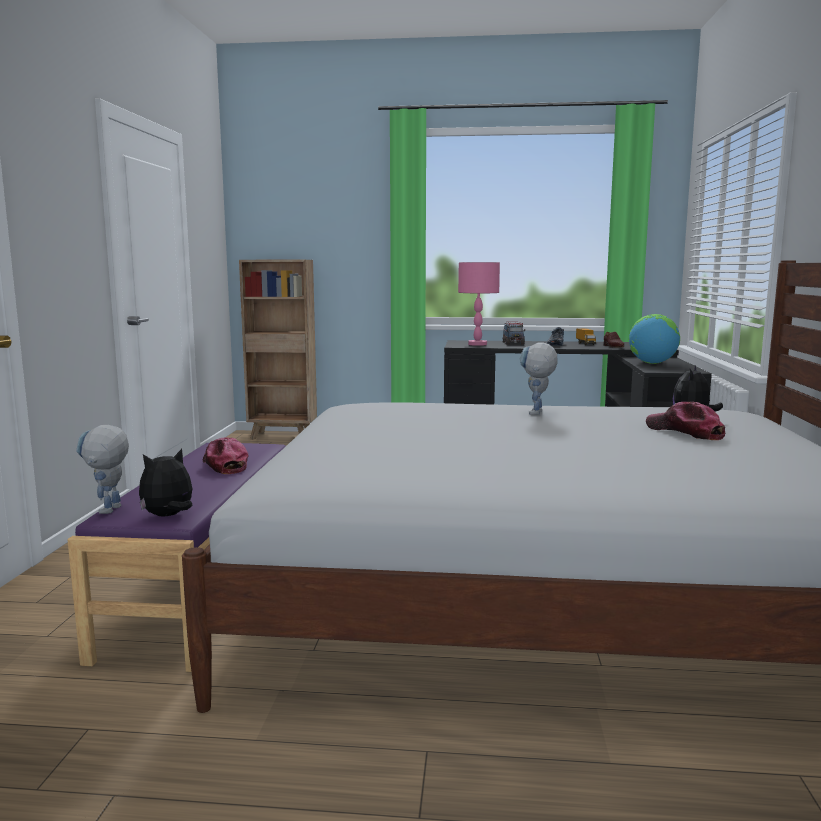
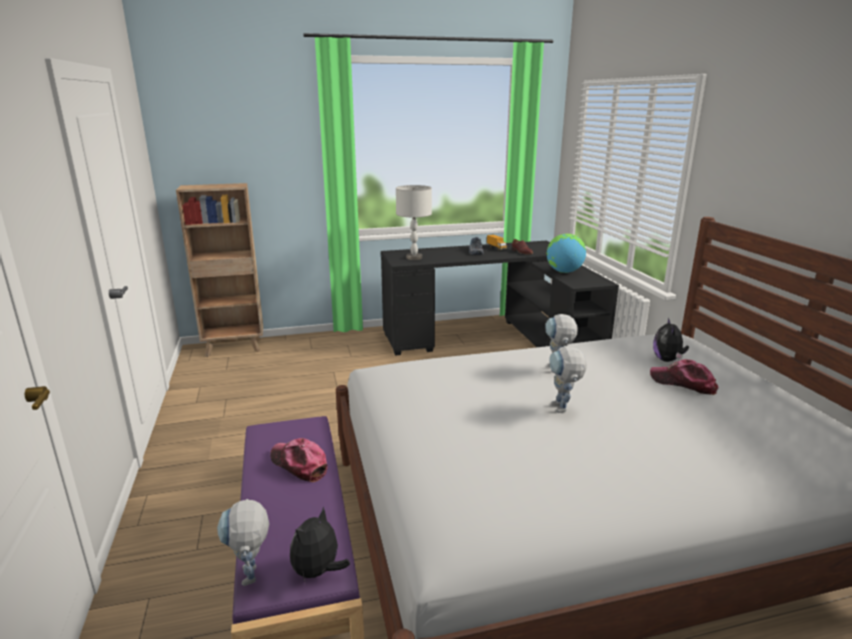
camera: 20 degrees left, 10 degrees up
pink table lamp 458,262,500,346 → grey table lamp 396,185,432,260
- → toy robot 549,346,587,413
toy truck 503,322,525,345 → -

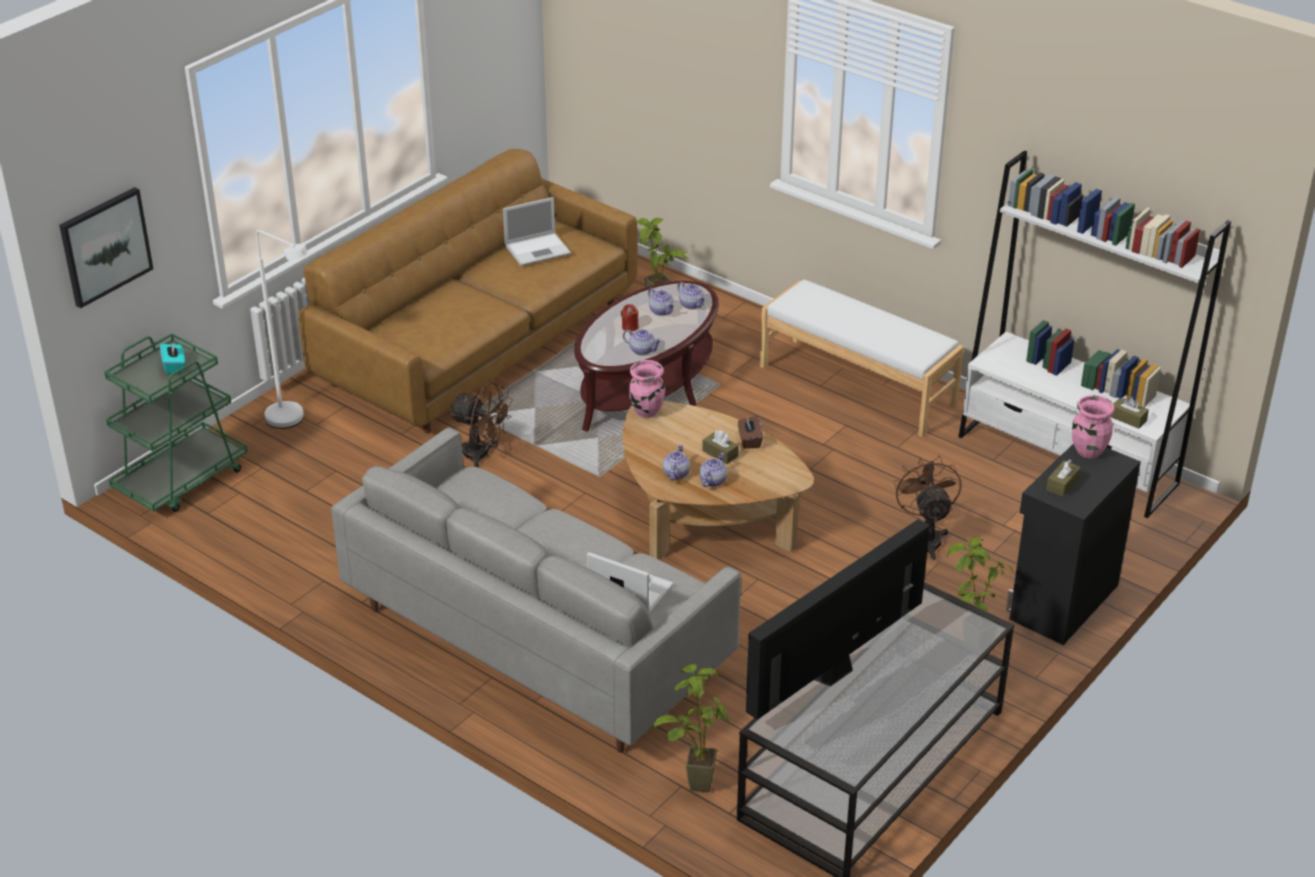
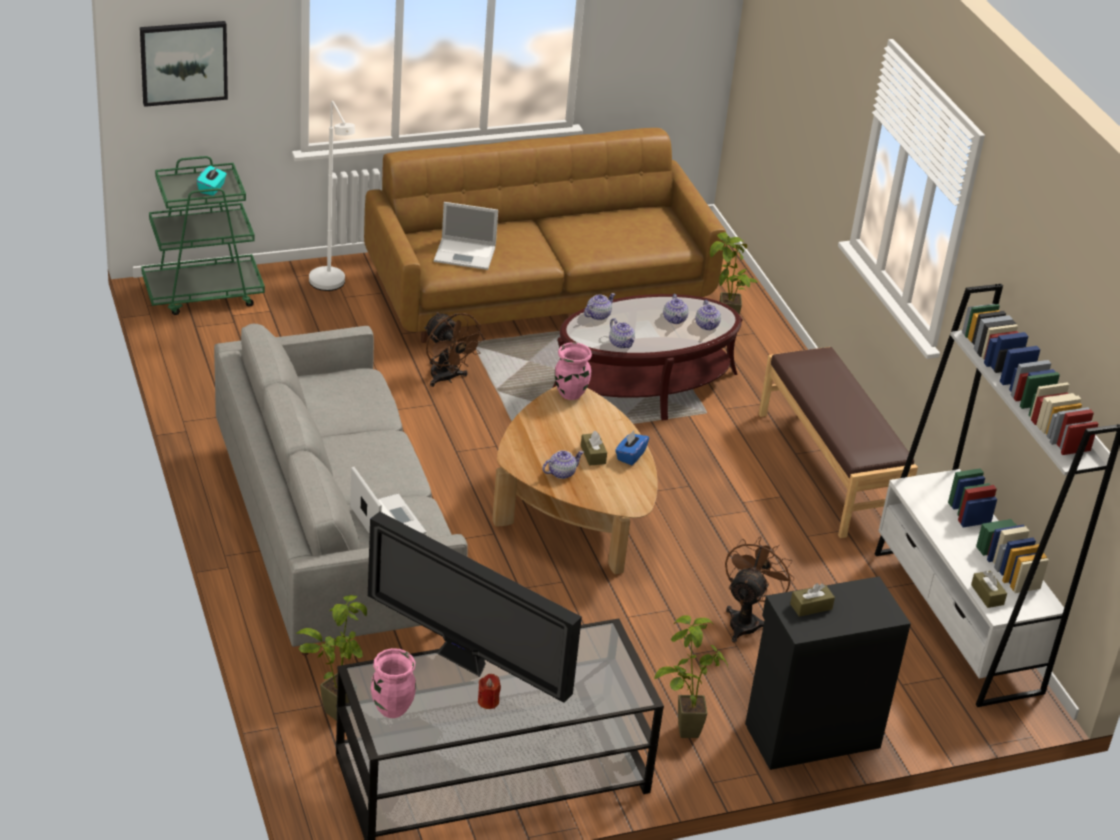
camera: 30 degrees right, 0 degrees up
television 746,519,930,720 → television 368,511,582,703, 135 degrees counterclockwise
pink vase 1072,395,1115,458 → pink vase 371,648,416,718, shifted
laptop 503,197,571,266 → laptop 434,202,498,270, shifted
red candle 621,304,639,332 → red candle 478,674,501,709, shifted
teapot 663,445,690,481 → teapot 584,293,615,320, shifted
brown tissue box 738,416,763,449 → blue tissue box 615,431,649,465
white bench 760,279,964,437 → brown bench 759,347,918,538

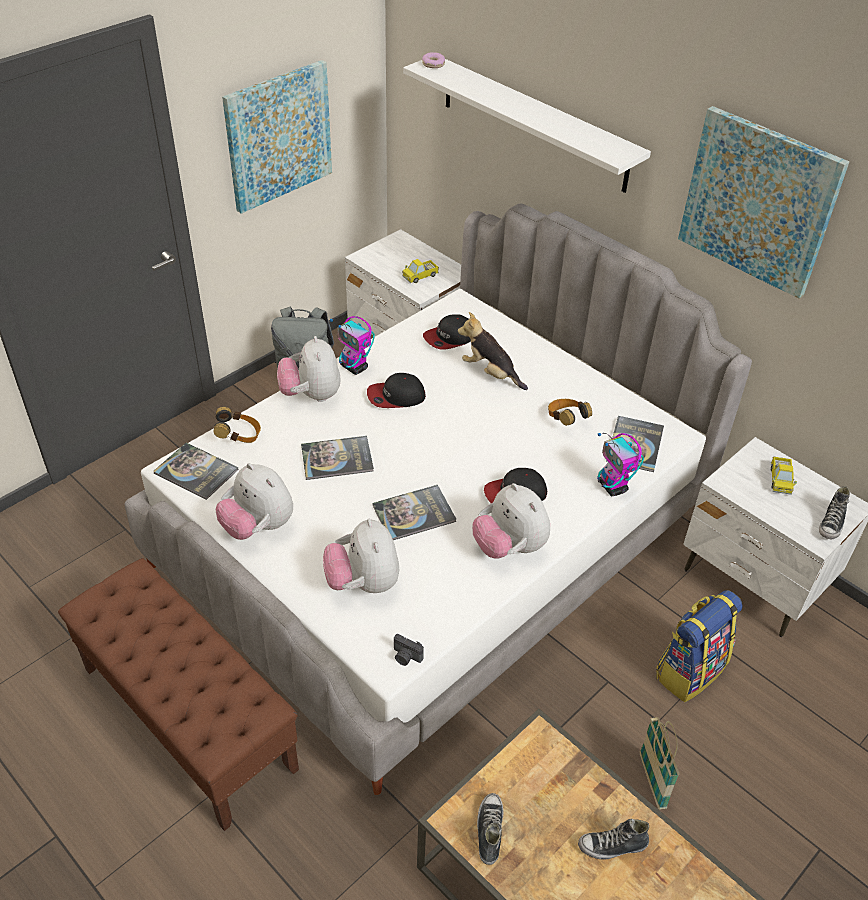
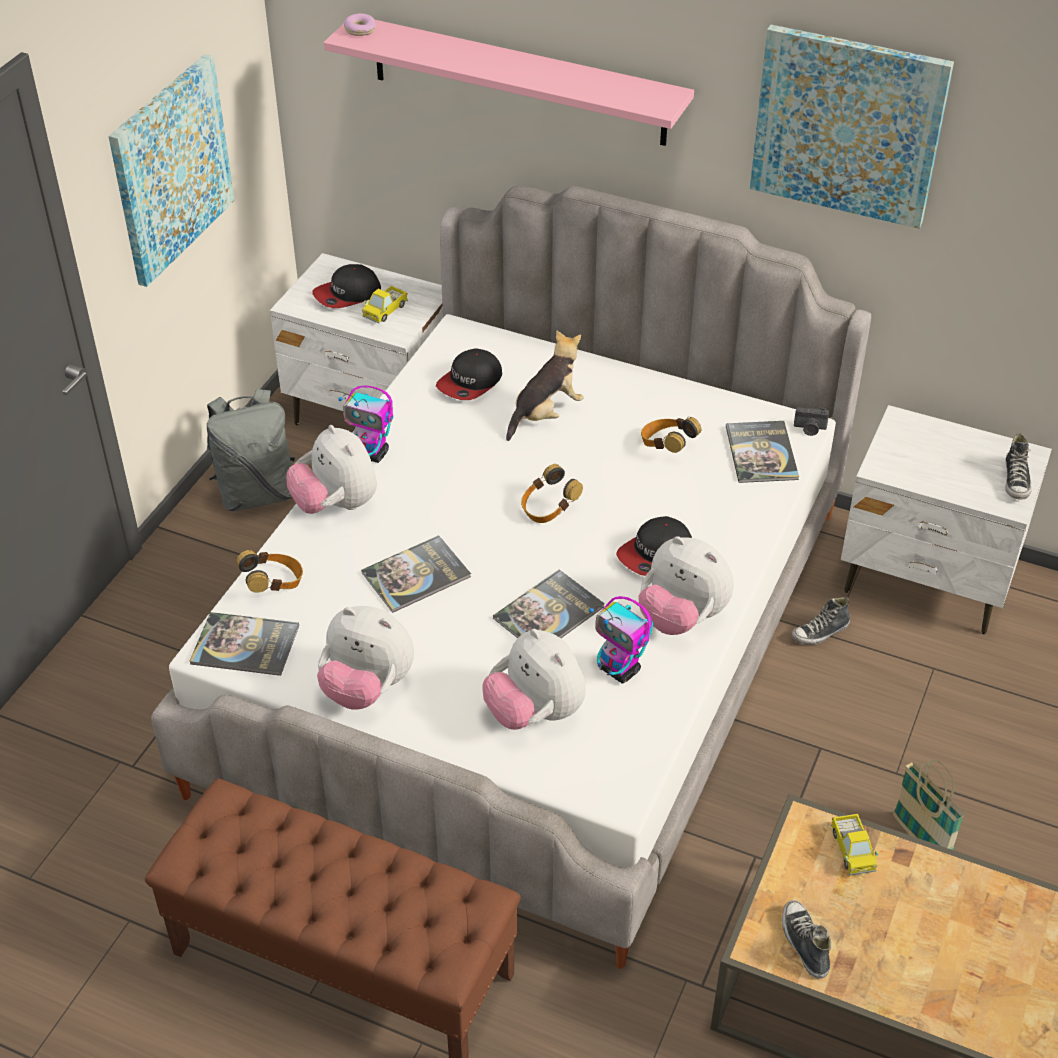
camera: 20 degrees left, 0 degrees up
cap 367,373,426,408 → cap 312,264,381,308, shifted
white shelf 403,59,651,193 → pink shelf 323,20,694,146
plush toy 458,312,528,390 → plush toy 506,330,584,441, 120 degrees clockwise
- → headphones 521,464,583,523
toy robot 597,433,644,496 → toy robot 589,596,653,684, shifted
shoe 578,819,649,859 → shoe 792,597,850,645, shifted
photo camera 394,634,424,666 → photo camera 794,407,829,436, shifted
toy truck 771,457,797,495 → toy truck 831,814,879,876, shifted
backpack 656,590,743,702 → -

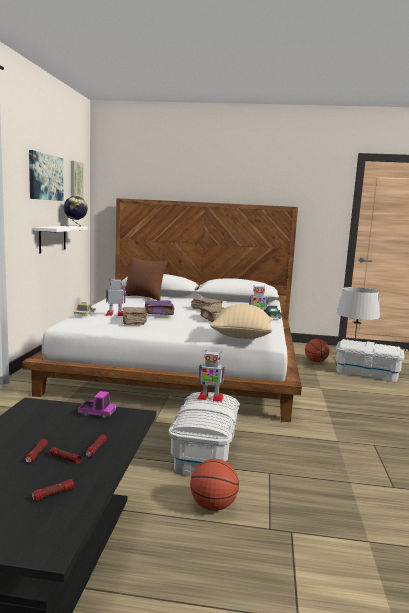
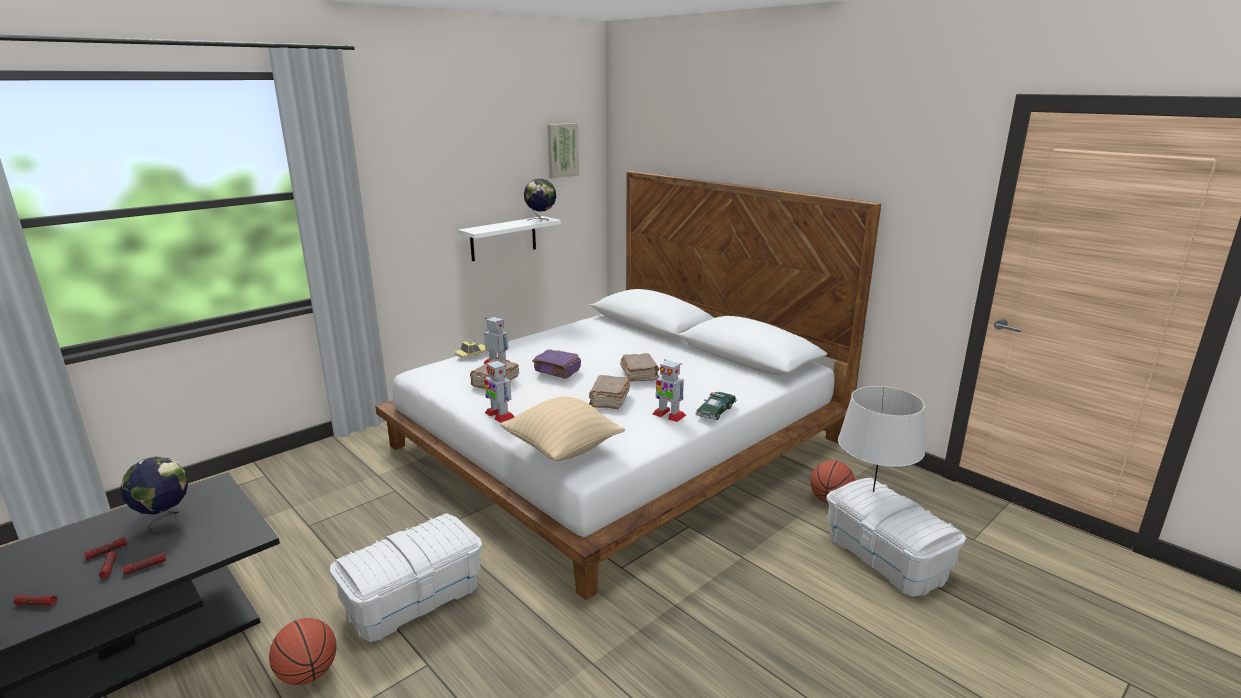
camera: 40 degrees right, 10 degrees up
- → globe 120,457,188,535
toy robot 197,350,225,402 → toy robot 484,359,515,423, shifted
picture 29,150,64,201 → -
toy truck 78,391,116,419 → -
brown pillow 123,257,167,301 → -

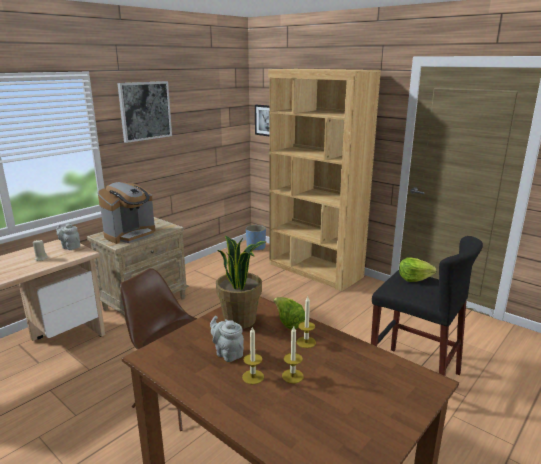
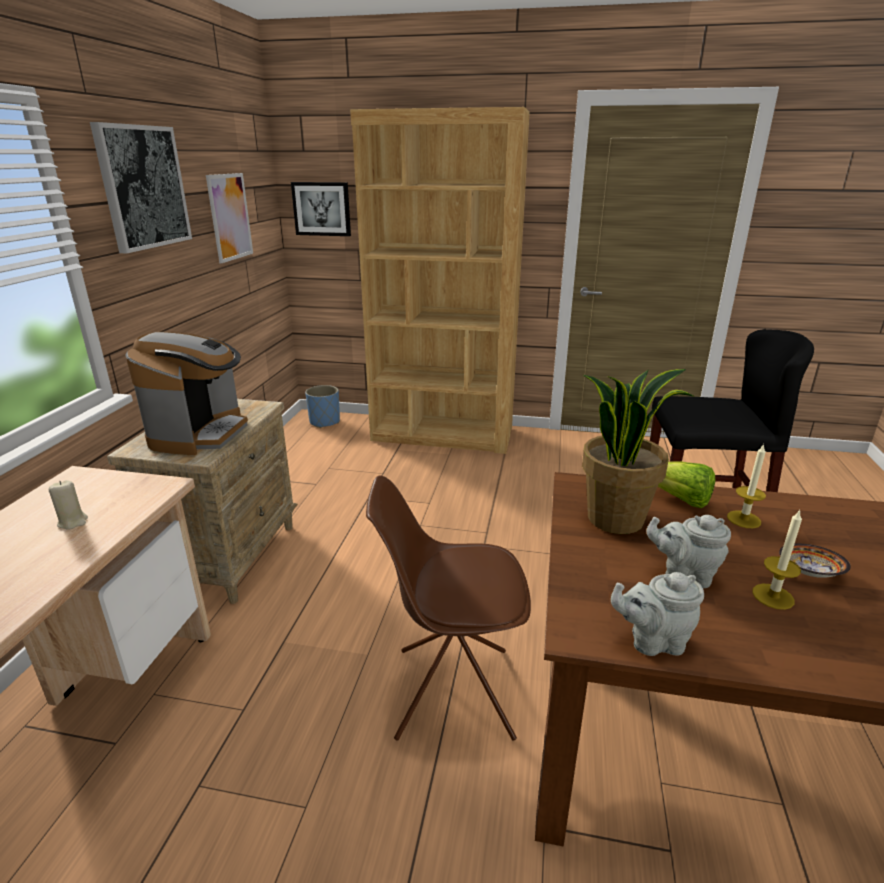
camera: 30 degrees left, 5 degrees up
- → picture 206,173,253,263
grey teapot 56,223,80,250 → grey teapot 611,572,704,656, shifted
candle 282,326,304,384 → bowl 779,544,851,578
lettuce 399,258,437,282 → -

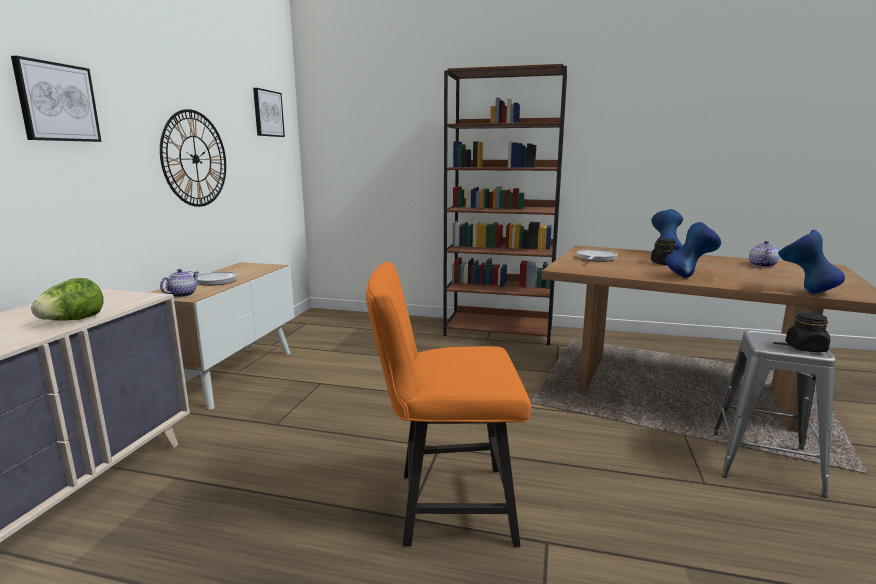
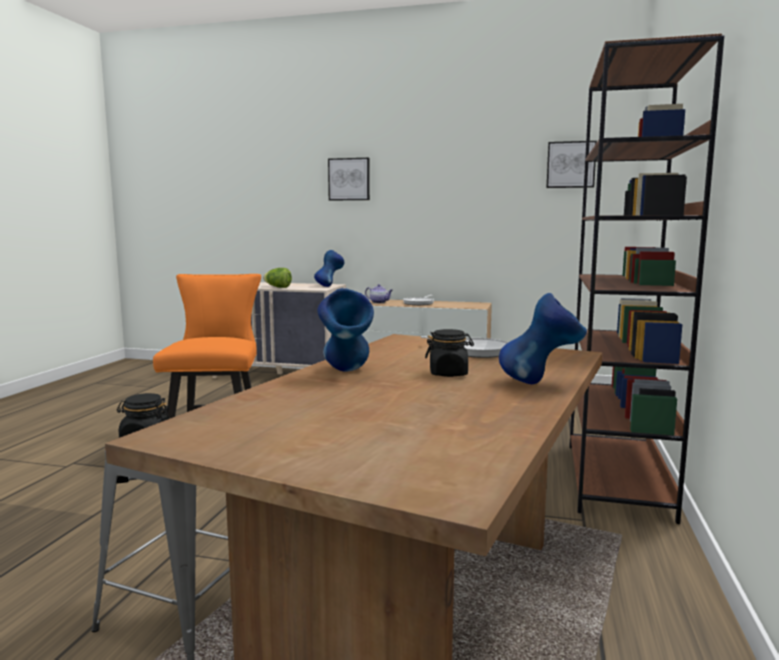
camera: 90 degrees right, 5 degrees down
blue vase 778,230,845,294 → blue vase 314,250,344,287, shifted
wall clock 160,109,226,207 → -
teapot 749,241,779,267 → -

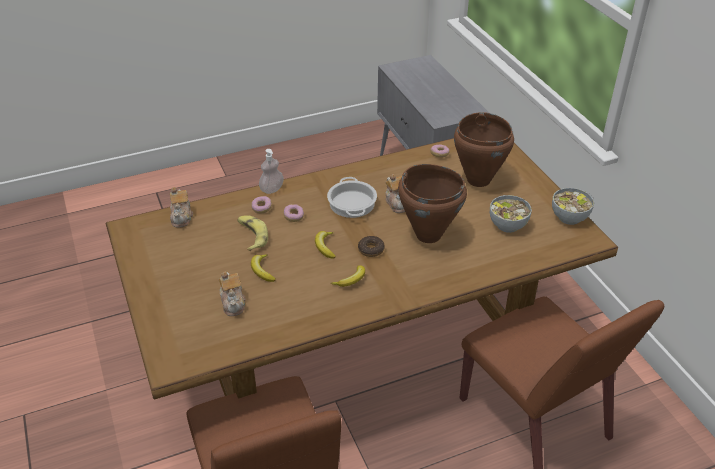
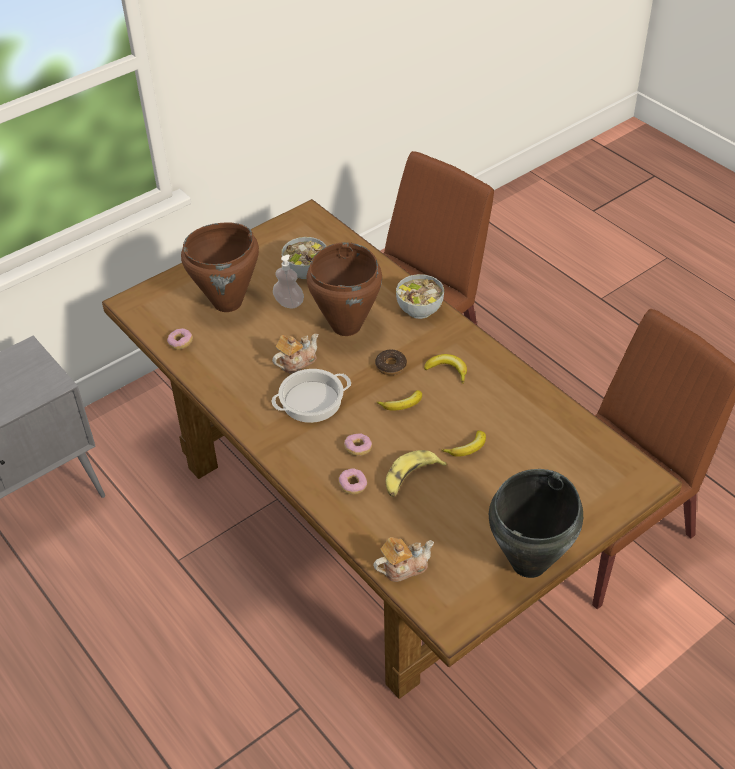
camera: 105 degrees left, 5 degrees up
soap dispenser 259,149,284,194 → soap dispenser 273,255,304,308, shifted
bowl 552,188,594,225 → bowl 396,274,444,319, shifted
- → black cooking pot 489,469,583,578
teapot 219,272,246,316 → -

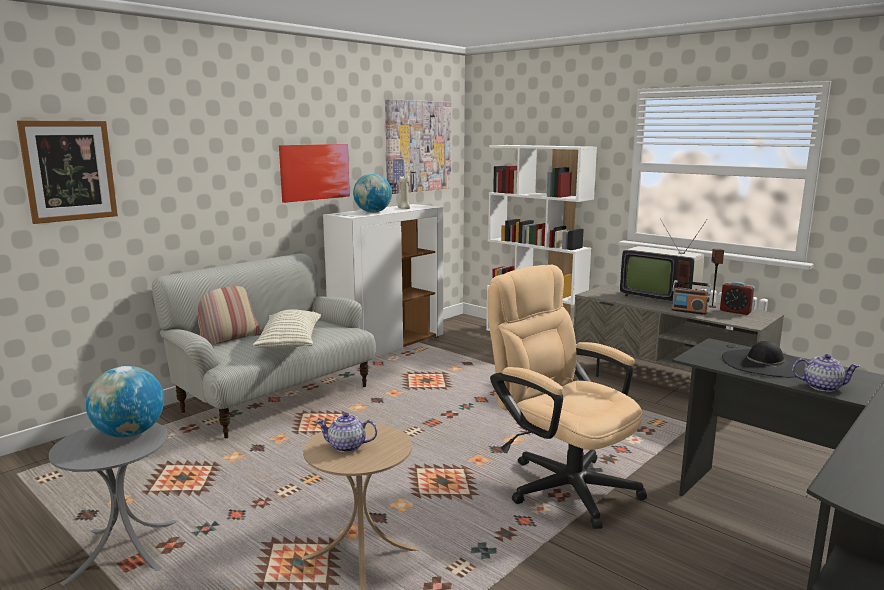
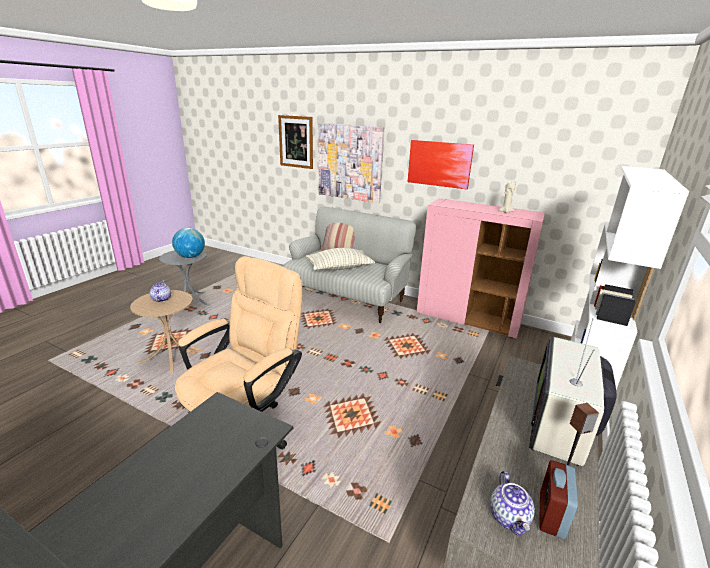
camera: 75 degrees right, 10 degrees up
picture 385,99,451,194 → picture 318,123,384,203, shifted
white cabinet 323,204,443,358 → pink cabinet 416,198,545,339
teapot 792,354,860,392 → teapot 490,471,535,536, shifted
globe 353,174,392,213 → -
radio 671,280,711,315 → -
black hat 722,341,805,377 → -

